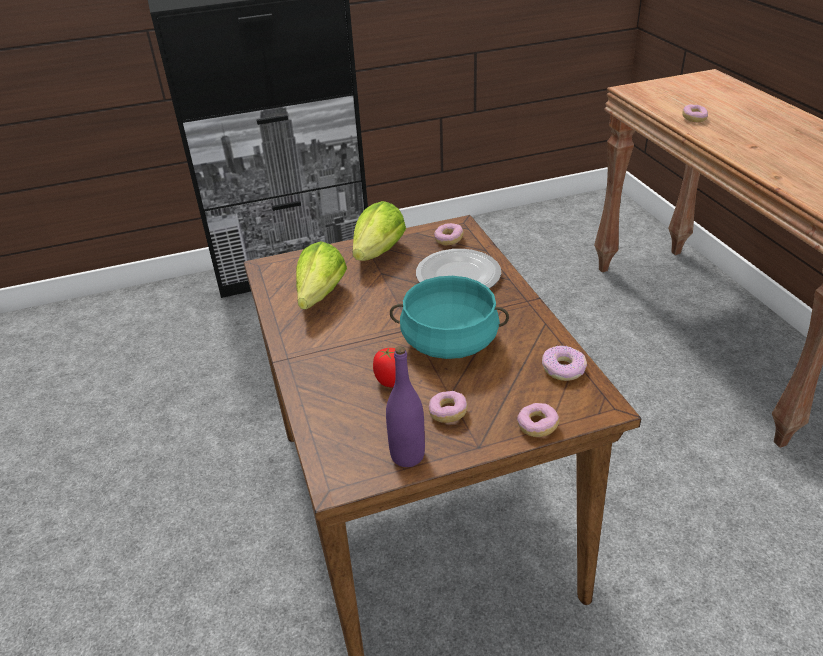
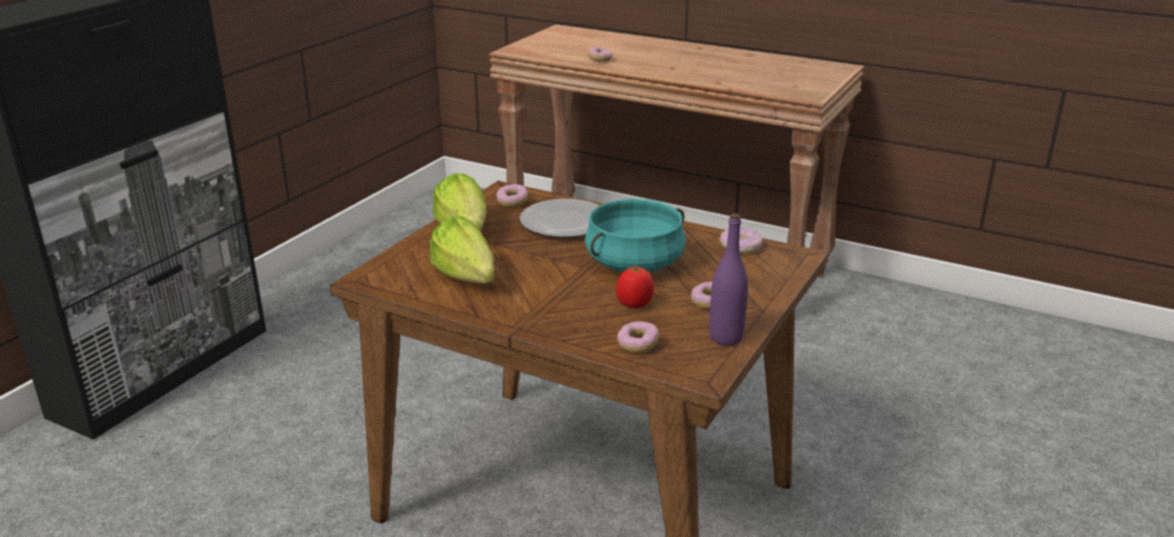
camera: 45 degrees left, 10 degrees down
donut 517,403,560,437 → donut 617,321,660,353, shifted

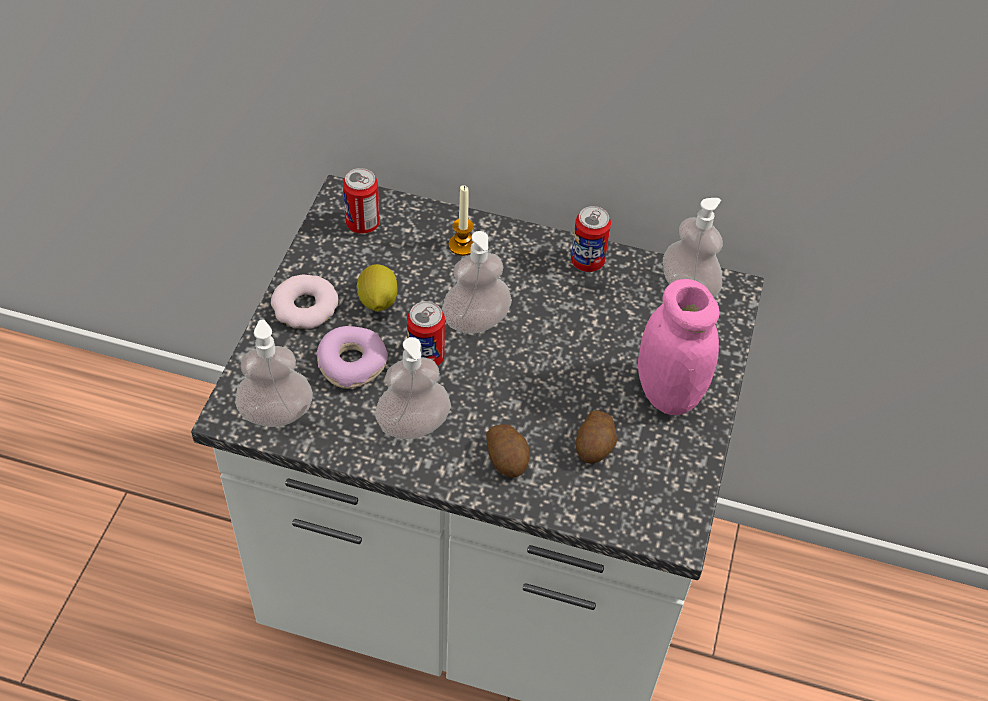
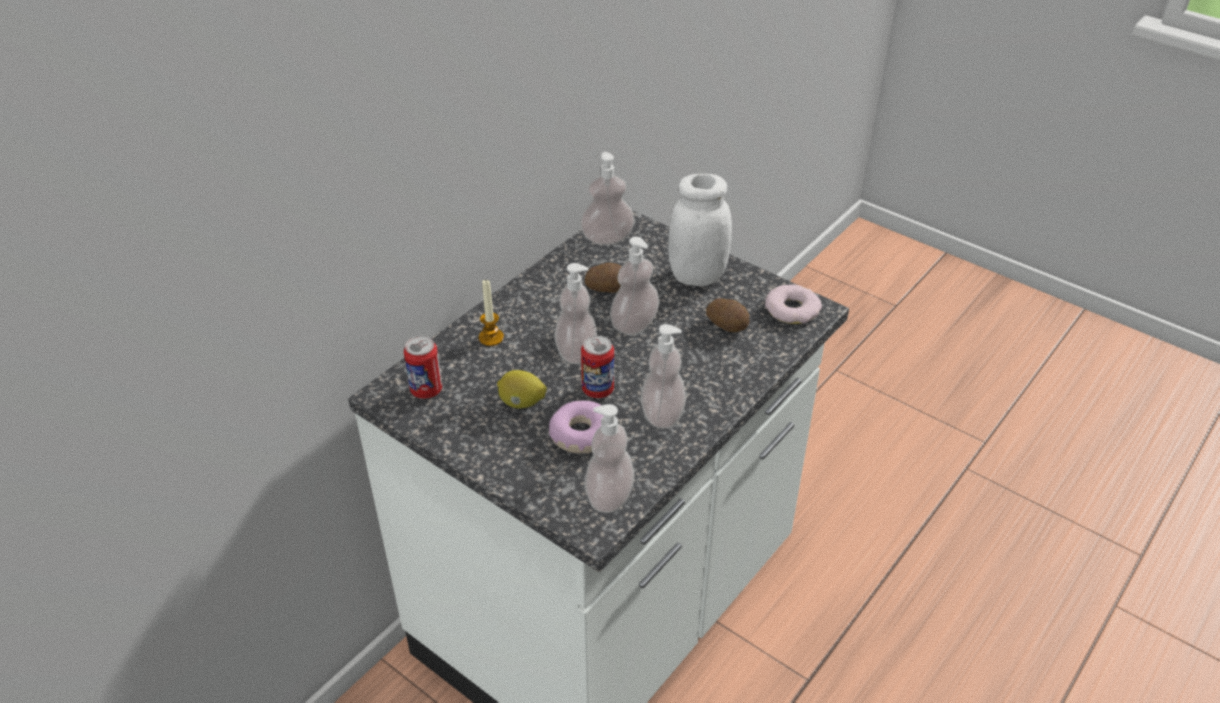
camera: 65 degrees left, 10 degrees down
potato 486,424,530,477 → potato 585,263,622,293, shifted
- → soap dispenser 610,237,659,335
pink jar 638,279,720,415 → white jar 668,174,732,286
donut 271,275,338,329 → donut 765,284,822,324, shifted
can 571,206,611,272 → -

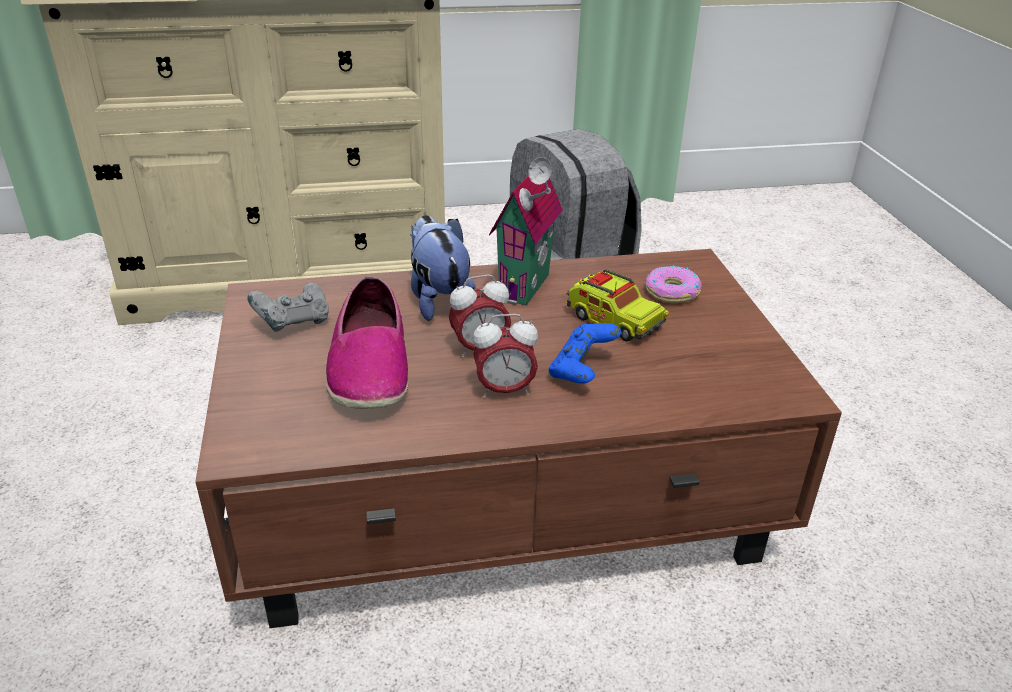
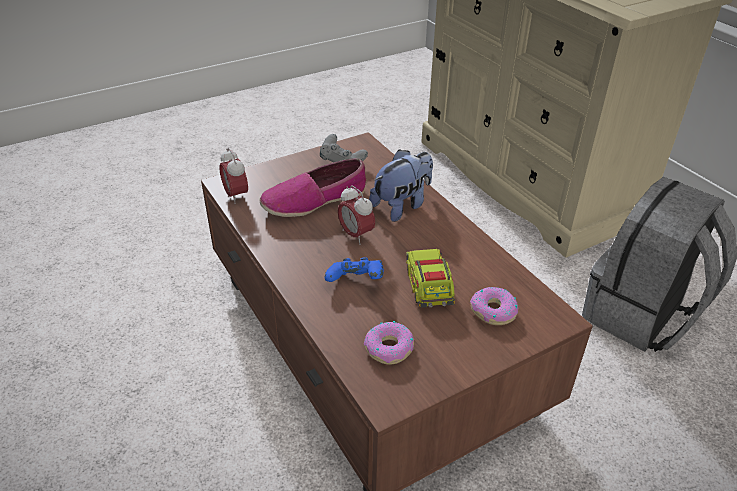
camera: 70 degrees right, 5 degrees up
alarm clock 473,314,538,398 → alarm clock 219,148,248,204, shifted
- → donut 364,321,414,364
toy truck 566,269,669,342 → toy truck 406,249,455,308, 150 degrees clockwise
toy house 489,157,563,305 → -

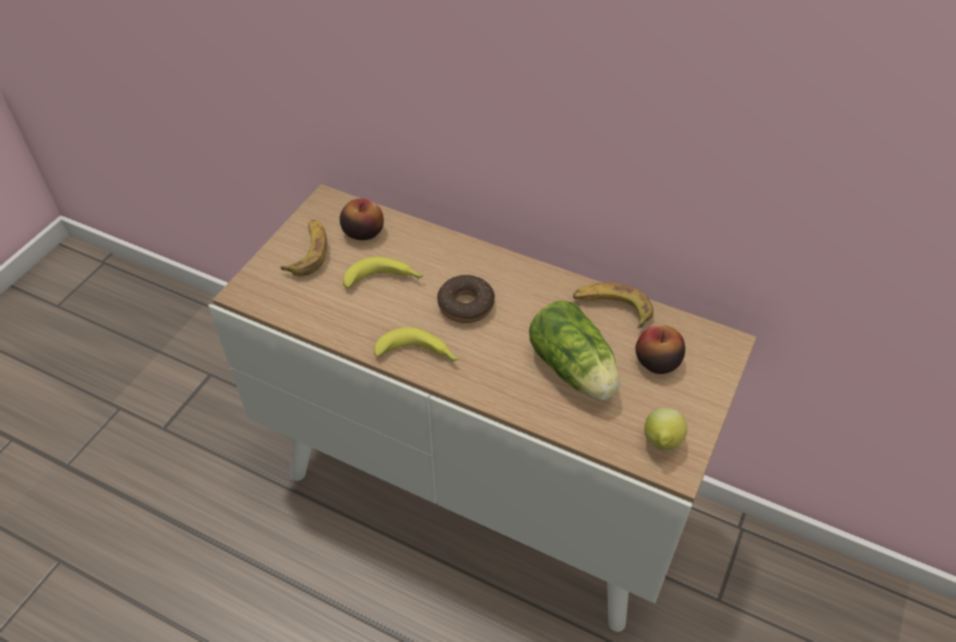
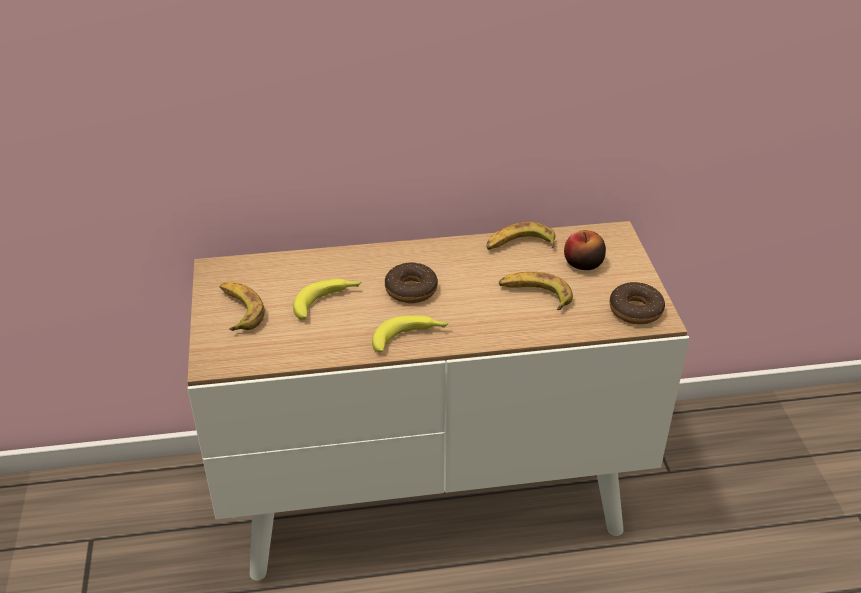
camera: 35 degrees left, 10 degrees down
lettuce 529,300,620,400 → banana 499,272,573,310
lemon 644,408,687,450 → donut 610,282,665,325
apple 340,199,384,240 → -

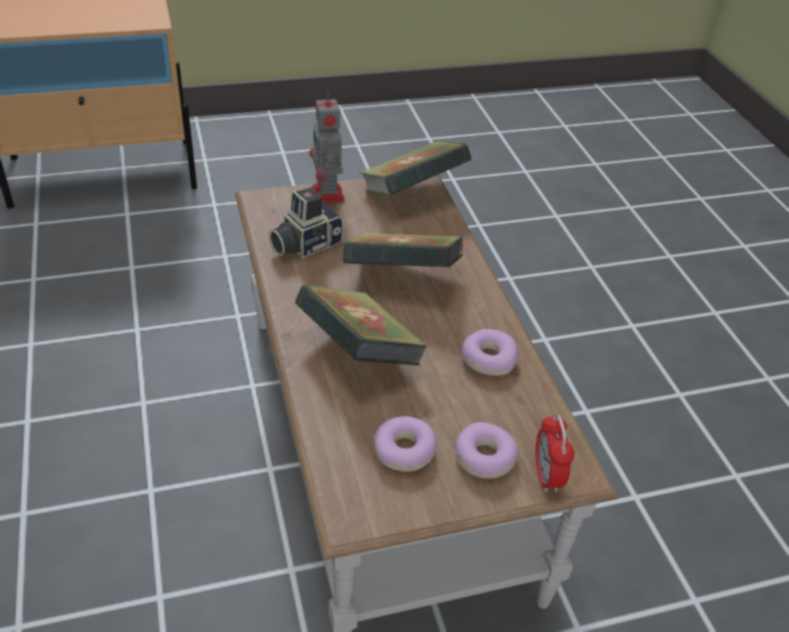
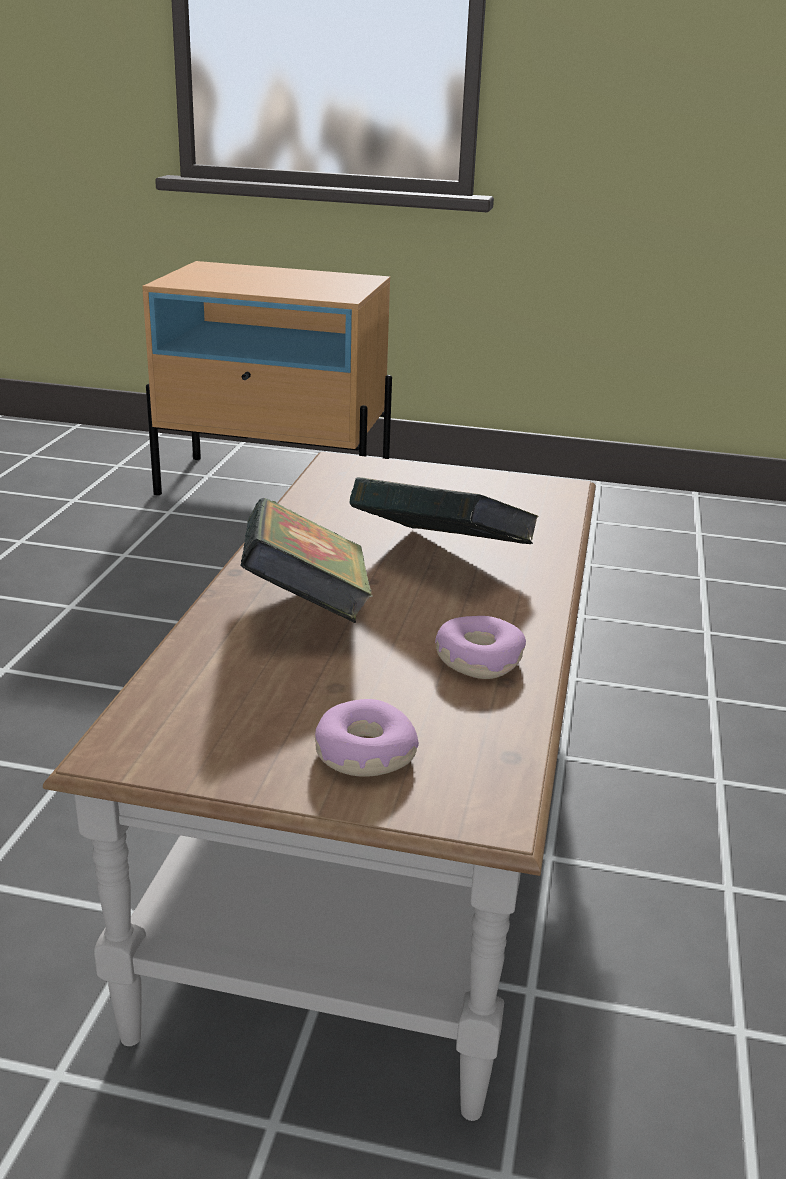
camera: 30 degrees right, 15 degrees down
photo camera 269,188,343,258 → -
toy robot 309,91,345,203 → -
book 359,141,471,196 → -
donut 374,416,437,472 → -
alarm clock 536,414,574,492 → -

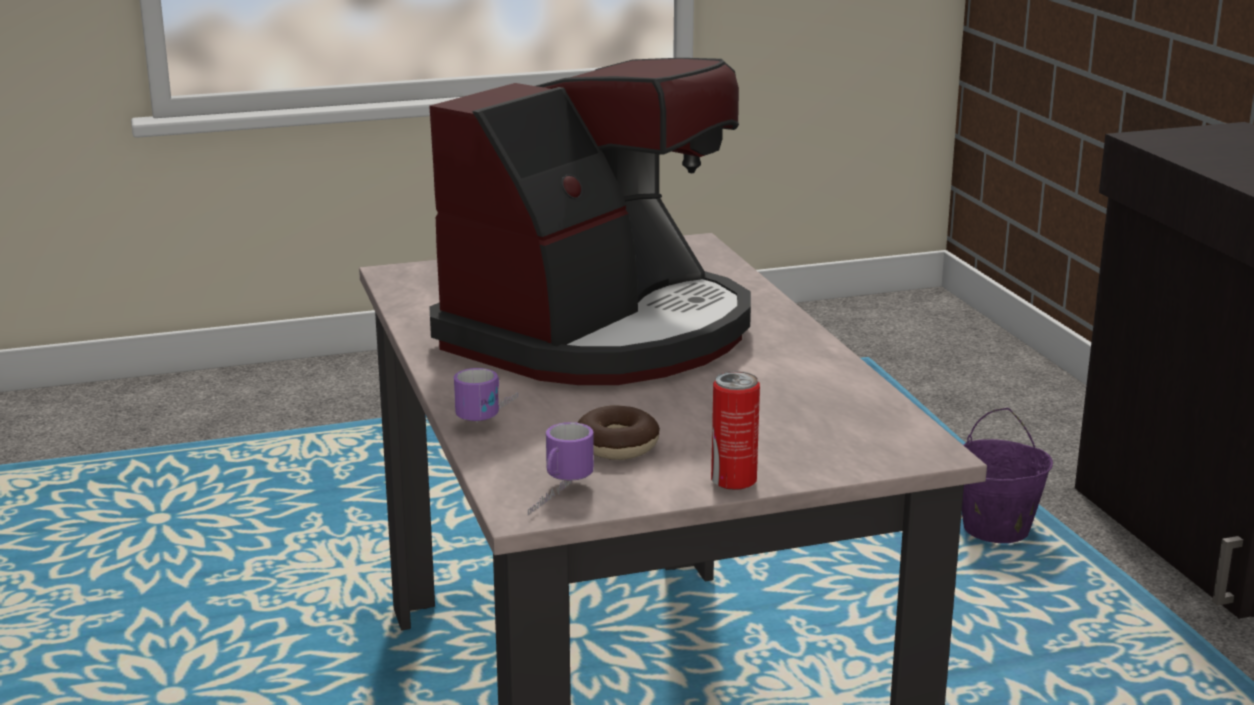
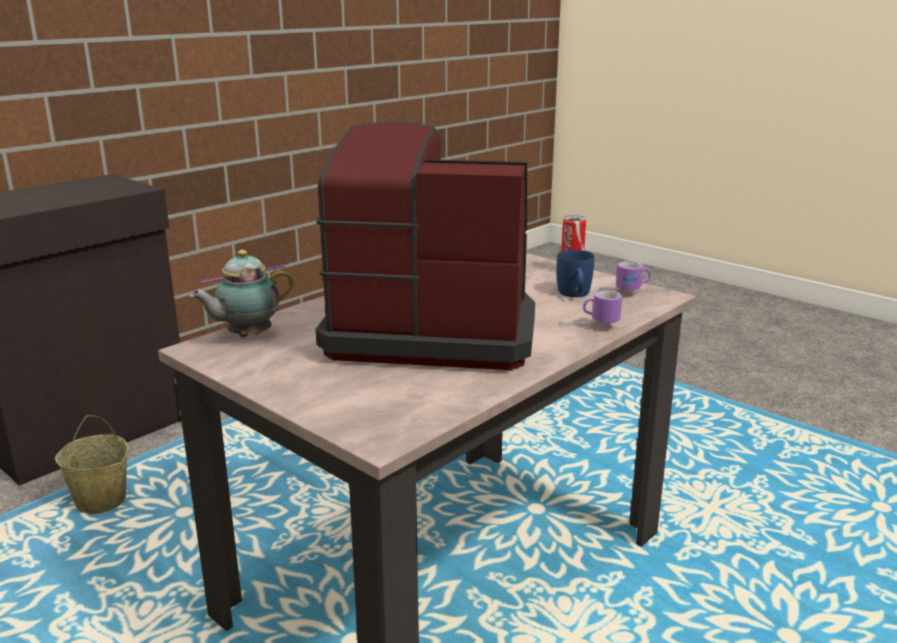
camera: 120 degrees left, 0 degrees up
purple bucket 962,408,1053,543 → beige bucket 55,415,129,514
- → teapot 190,250,294,337
donut 578,406,660,460 → blue mug 557,250,595,297

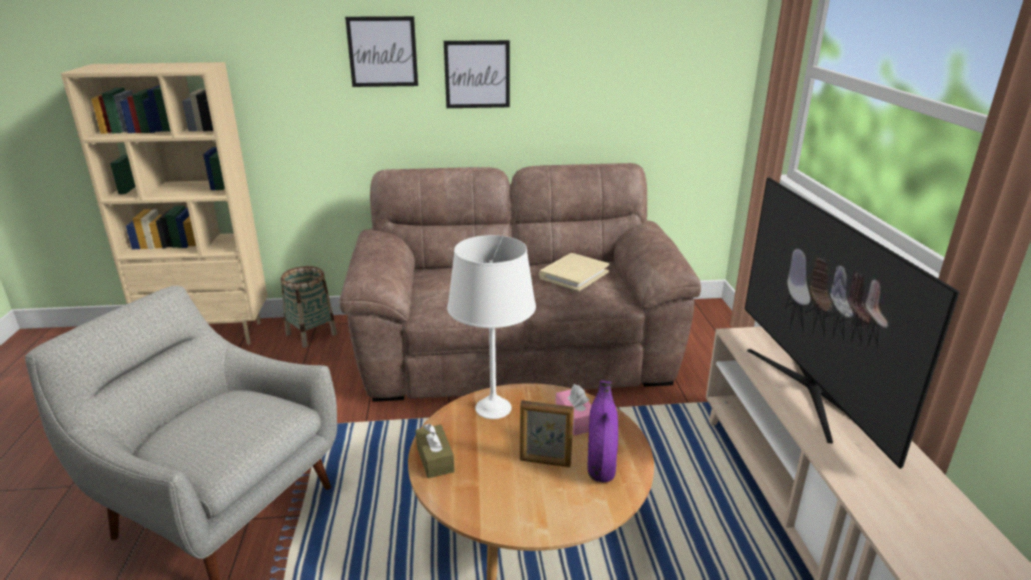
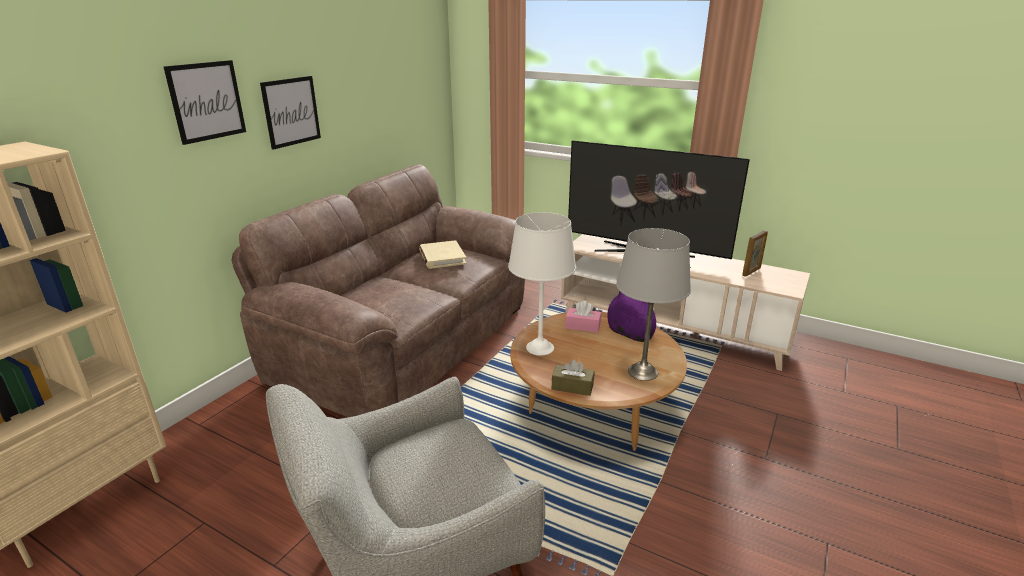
camera: 55 degrees left, 0 degrees up
- → grey table lamp 616,228,691,381
picture frame 520,400,574,467 → picture frame 742,230,768,277, shifted
basket 281,266,337,347 → -

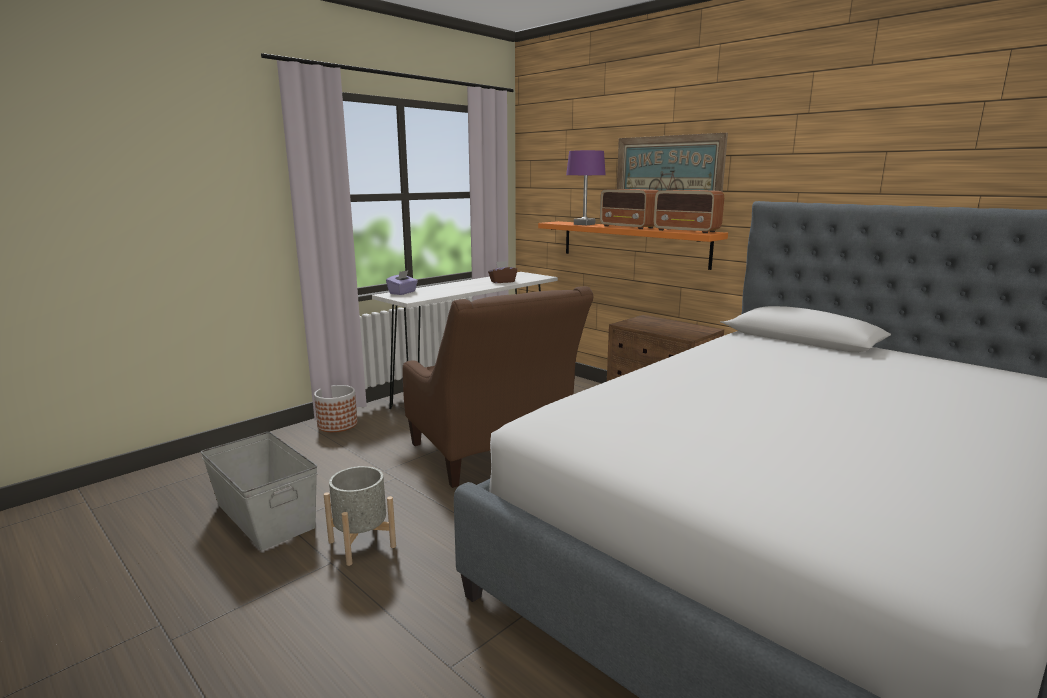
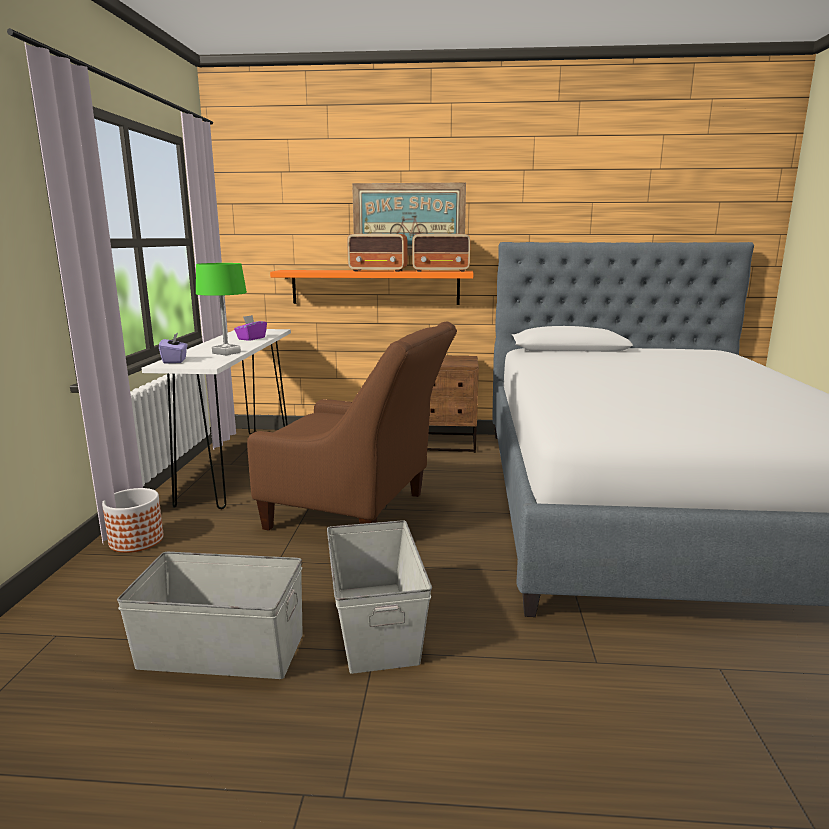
camera: 40 degrees left, 0 degrees up
- → green table lamp 196,263,247,355
brown tissue box 488,261,517,283 → purple tissue box 234,315,267,341
grey planter 324,466,396,566 → grey storage box 327,520,432,674
purple table lamp 566,150,606,225 → -

